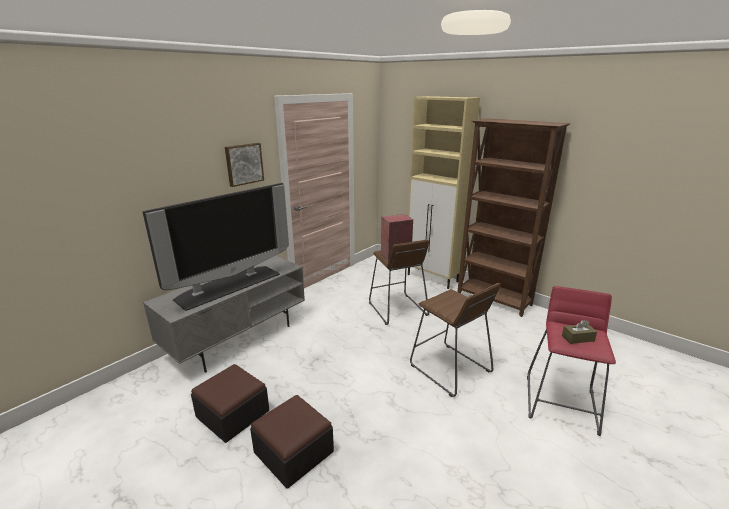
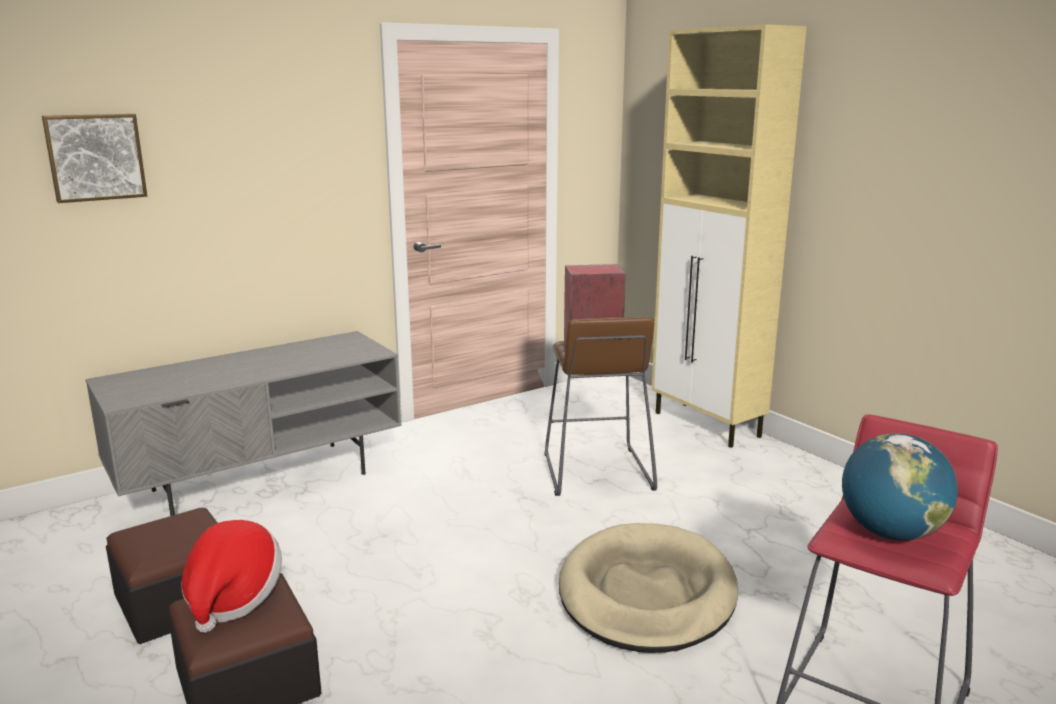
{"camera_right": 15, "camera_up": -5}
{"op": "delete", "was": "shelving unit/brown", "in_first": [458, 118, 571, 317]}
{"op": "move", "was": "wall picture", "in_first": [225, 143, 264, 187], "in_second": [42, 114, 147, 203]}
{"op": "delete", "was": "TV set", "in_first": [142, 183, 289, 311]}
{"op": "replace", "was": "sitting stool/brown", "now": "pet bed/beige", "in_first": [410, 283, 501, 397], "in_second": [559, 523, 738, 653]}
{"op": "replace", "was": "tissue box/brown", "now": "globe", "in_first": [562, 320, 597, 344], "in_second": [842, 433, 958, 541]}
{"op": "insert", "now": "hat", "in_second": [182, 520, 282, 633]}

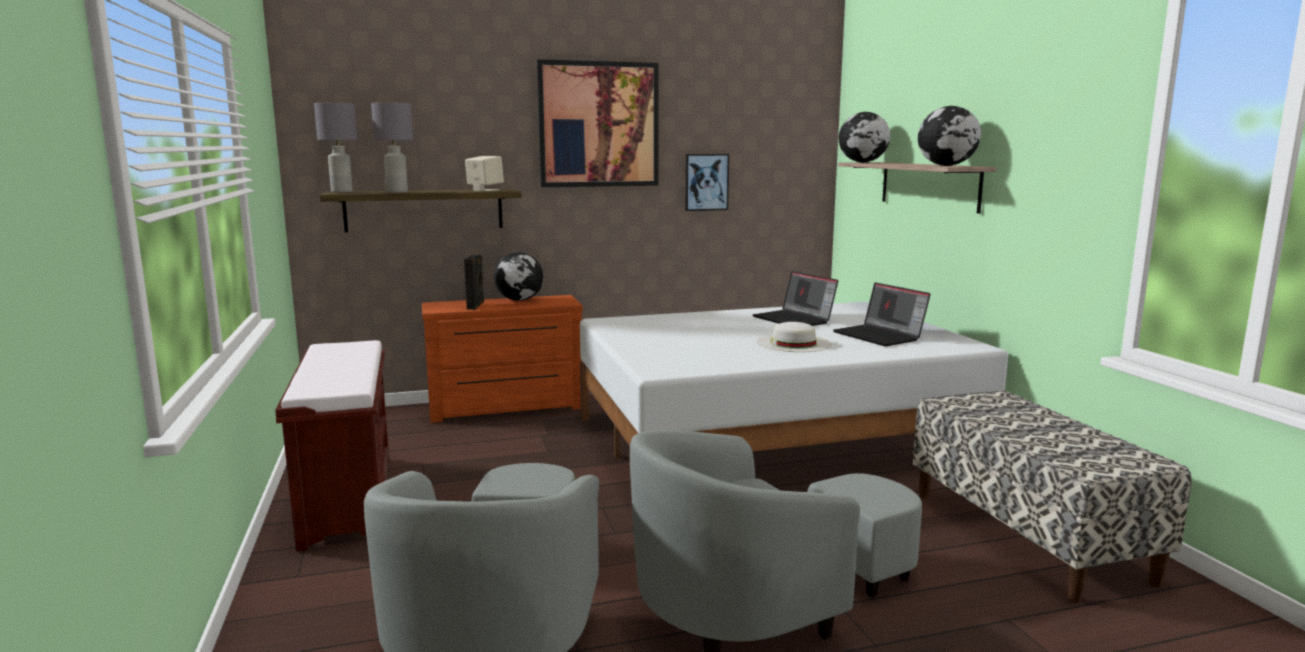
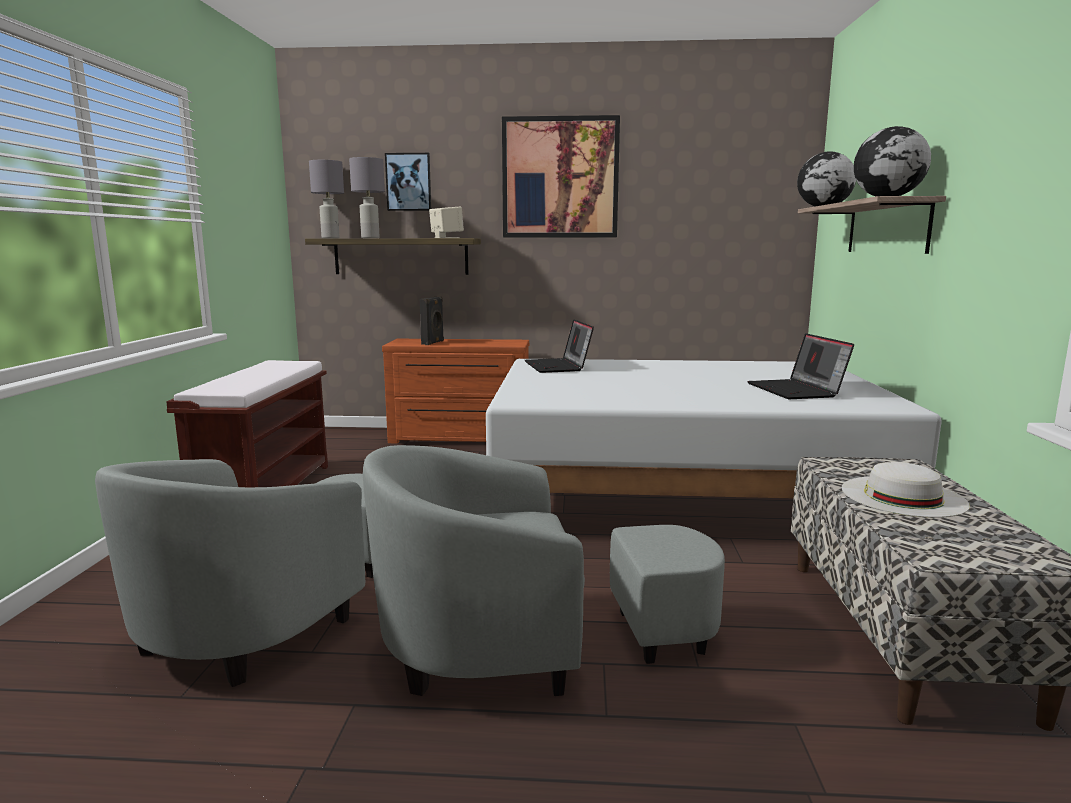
{"camera_right": 20, "camera_up": 0}
{"op": "move", "was": "wall picture", "in_first": [685, 154, 729, 211], "in_second": [385, 153, 431, 211]}
{"op": "delete", "was": "globe", "in_first": [494, 252, 544, 301]}
{"op": "move", "was": "portable computer", "in_first": [753, 271, 838, 326], "in_second": [525, 319, 594, 373]}
{"op": "move", "was": "hat/white-coloured", "in_first": [757, 322, 832, 352], "in_second": [842, 462, 970, 518]}

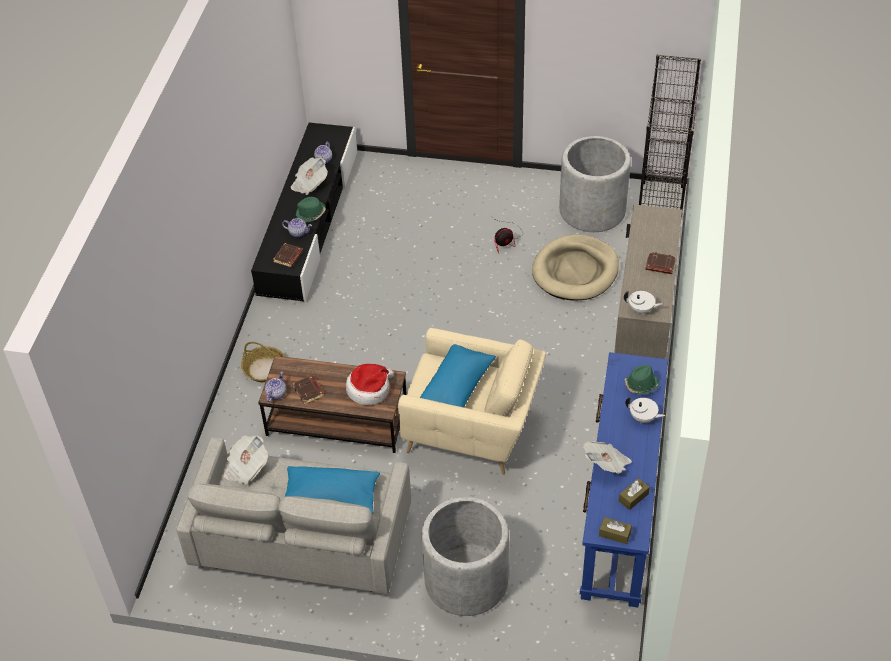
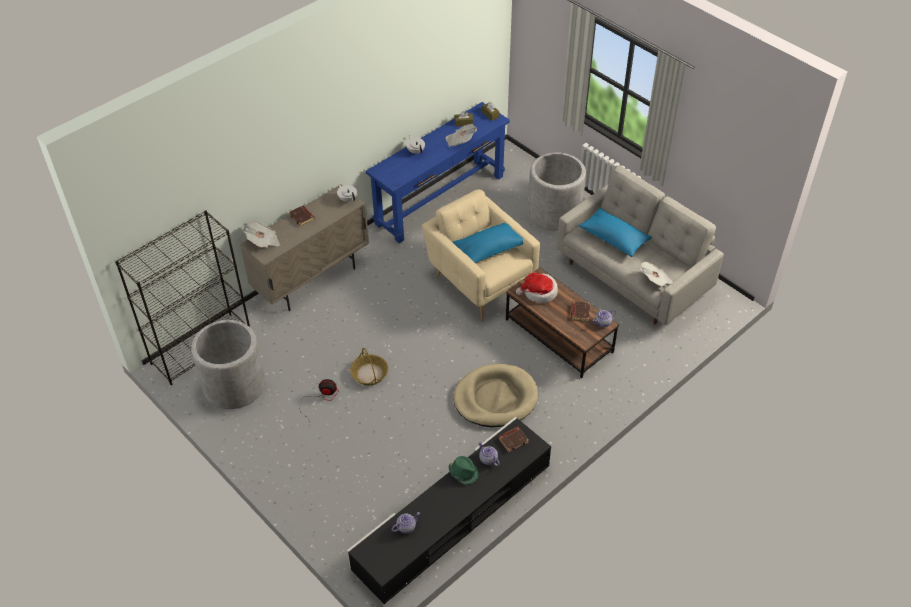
{"camera_right": -145, "camera_up": 0}
{"op": "move", "was": "daily paper", "in_first": [291, 158, 328, 195], "in_second": [242, 221, 280, 248]}
{"op": "move", "was": "pet bed/beige", "in_first": [532, 235, 619, 300], "in_second": [453, 364, 538, 427]}
{"op": "move", "was": "household basket", "in_first": [241, 342, 285, 382], "in_second": [350, 348, 388, 385]}
{"op": "delete", "was": "hat/greenish", "in_first": [624, 365, 660, 394]}

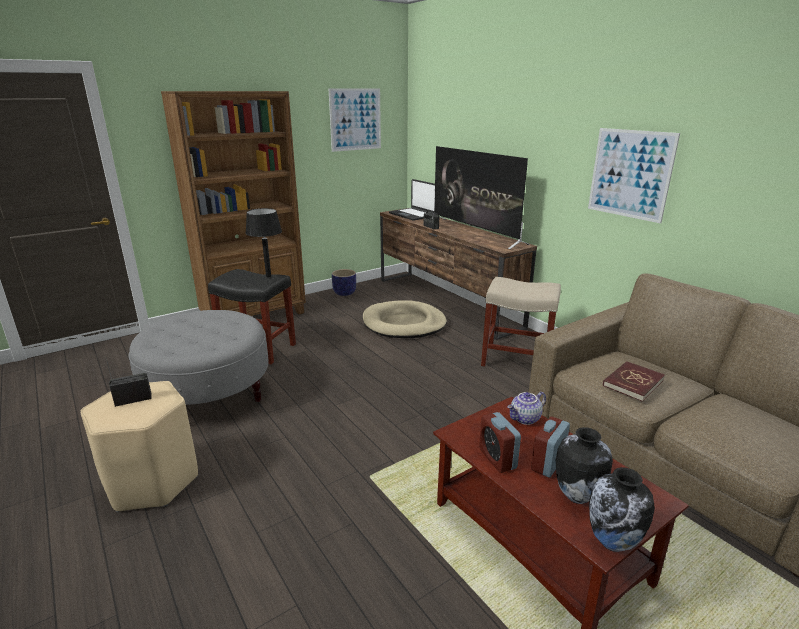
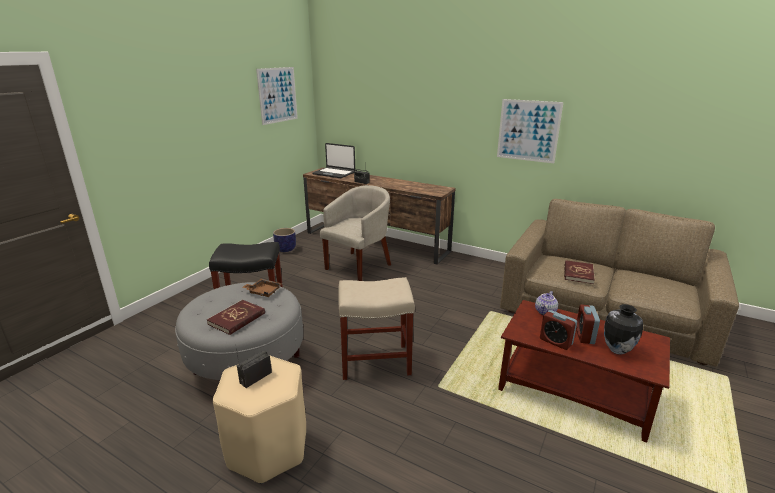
{"camera_right": -25, "camera_up": 0}
{"op": "delete", "was": "shelving unit/brown", "in_first": [161, 91, 306, 316]}
{"op": "delete", "was": "TV set", "in_first": [434, 146, 530, 249]}
{"op": "delete", "was": "tabletop lamp/black", "in_first": [245, 208, 282, 277]}
{"op": "move", "was": "sitting stool/beige", "in_first": [481, 277, 561, 367], "in_second": [338, 277, 415, 380]}
{"op": "replace", "was": "pet bed/beige", "now": "easy chair/beige", "in_first": [363, 300, 447, 338], "in_second": [320, 185, 391, 281]}
{"op": "delete", "was": "flower vase", "in_first": [589, 467, 655, 552]}
{"op": "insert", "now": "carrying tray/brown", "in_second": [243, 279, 282, 297]}
{"op": "insert", "now": "book/reddish", "in_second": [207, 300, 265, 335]}

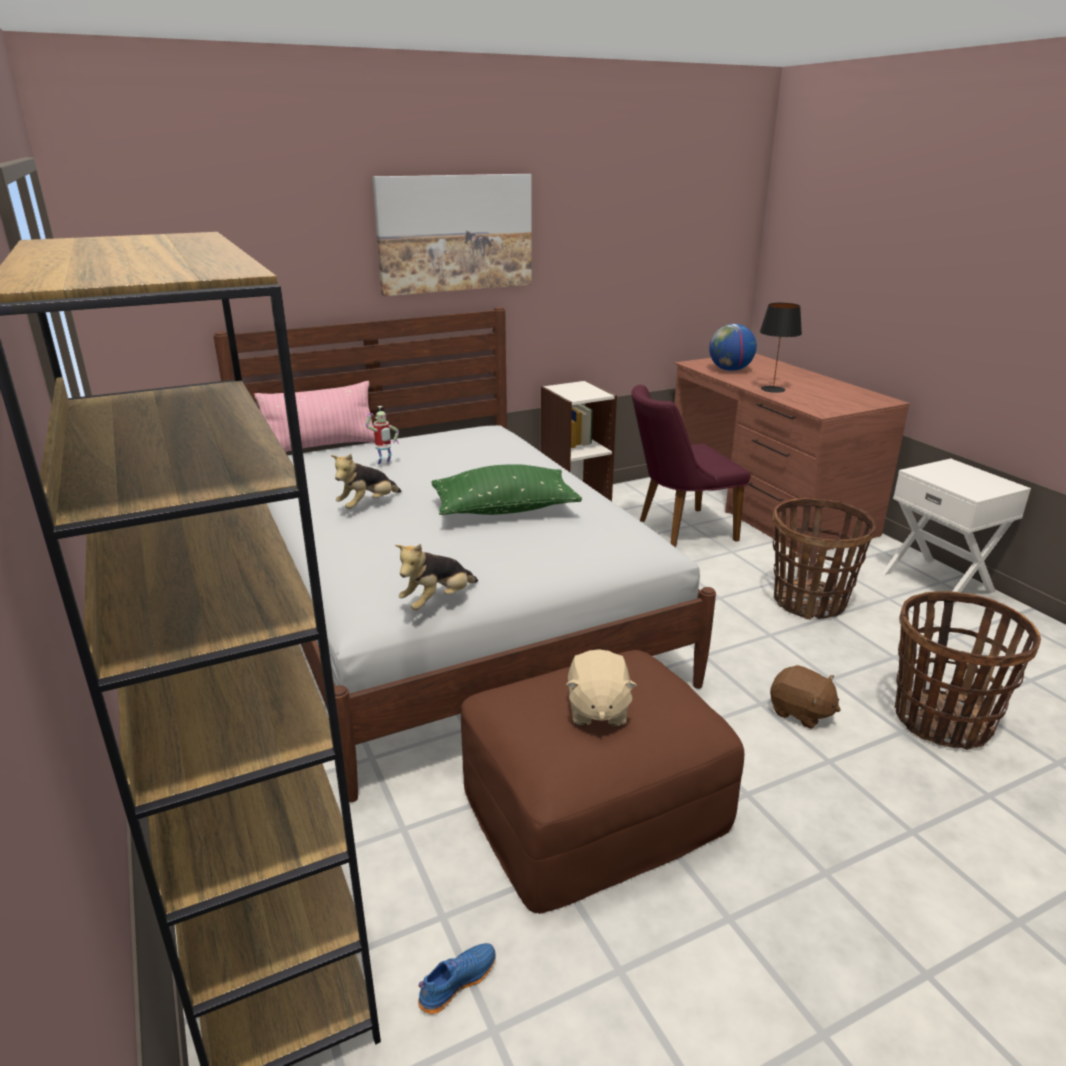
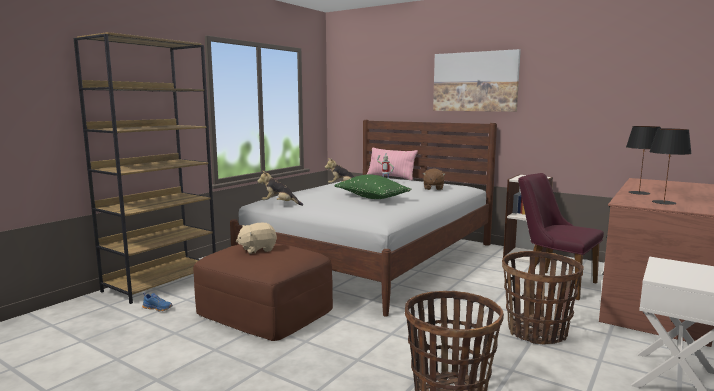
{"camera_right": 60, "camera_up": -15}
{"op": "delete", "was": "globe", "in_first": [709, 324, 757, 371]}
{"op": "move", "was": "plush toy/brown", "in_first": [770, 665, 841, 729], "in_second": [422, 168, 445, 190]}
{"op": "insert", "now": "tabletop lamp/black", "in_second": [649, 128, 692, 205]}

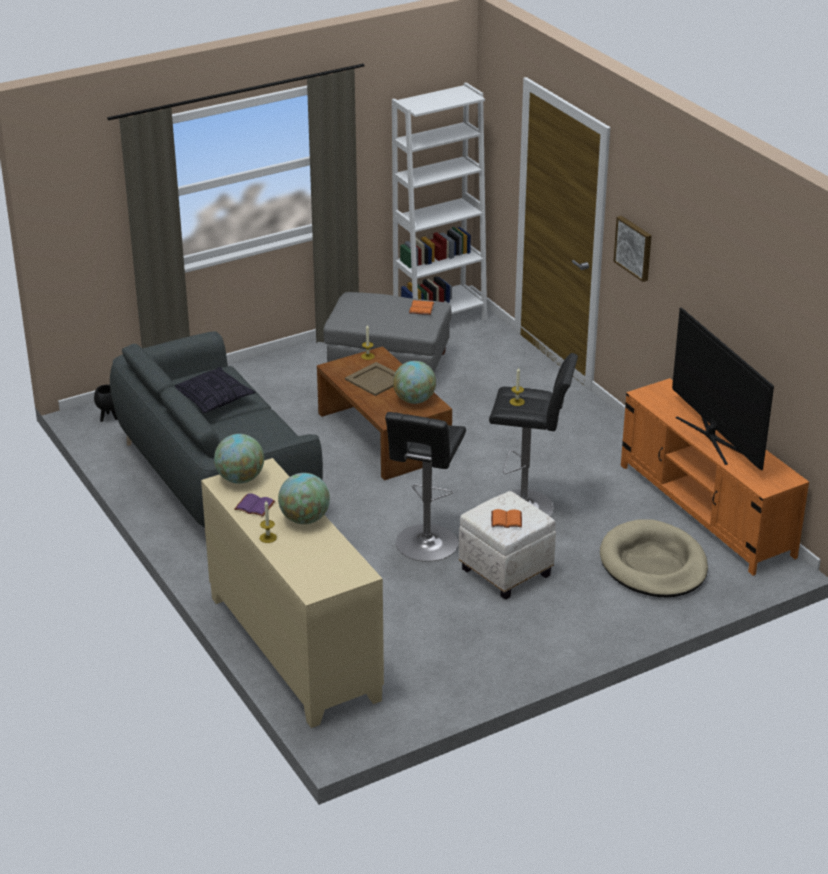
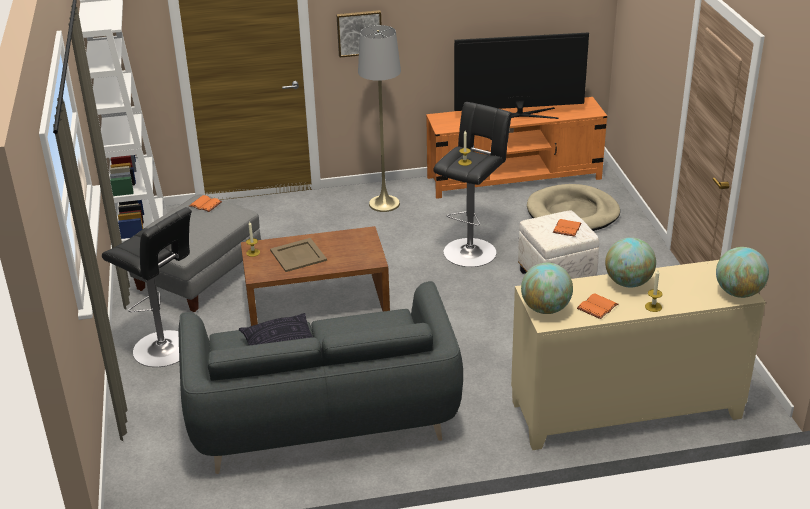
{"camera_right": -70, "camera_up": 0}
{"op": "move", "was": "globe", "in_first": [393, 361, 436, 404], "in_second": [716, 247, 769, 298]}
{"op": "delete", "was": "flower pot/black", "in_first": [94, 385, 118, 422]}
{"op": "move", "was": "sitting stool/black", "in_first": [385, 412, 466, 562], "in_second": [102, 207, 192, 367]}
{"op": "recolor", "was": "book/purplish", "now": "book/orange-coloured", "in_first": [234, 493, 275, 517], "in_second": [577, 293, 618, 319]}
{"op": "insert", "now": "floor lamp/grey", "in_second": [358, 25, 401, 212]}

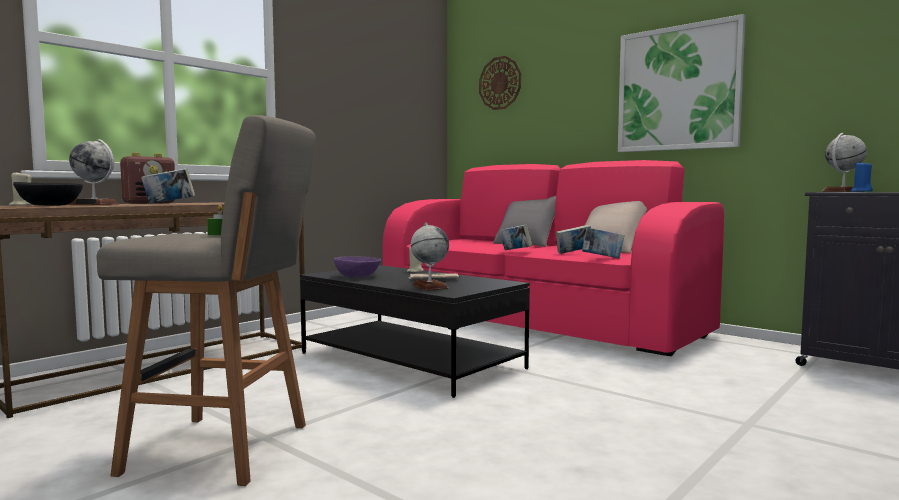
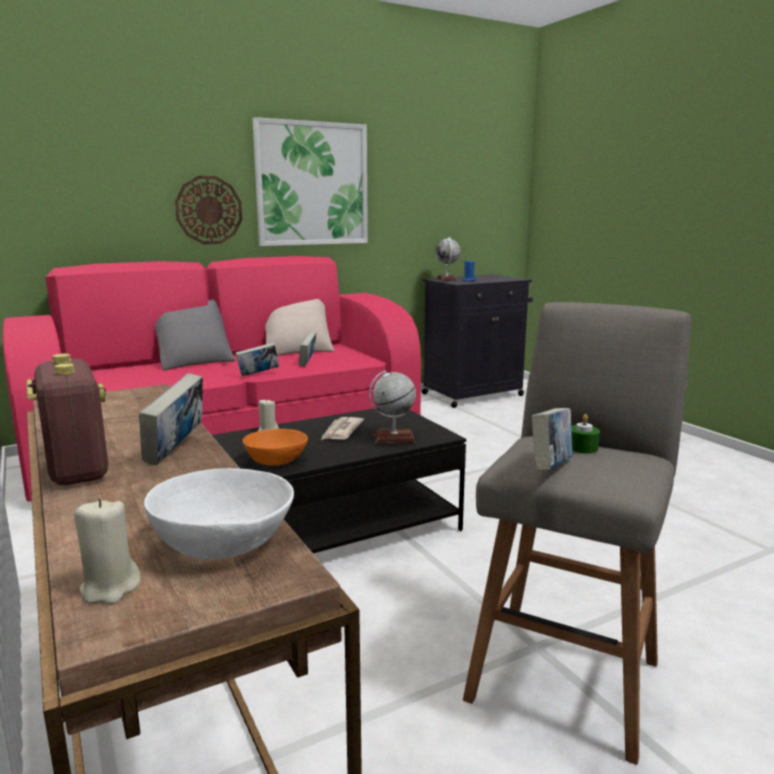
{"camera_right": -70, "camera_up": 10}
{"op": "move", "was": "wall clock", "in_first": [479, 56, 521, 110], "in_second": [175, 176, 242, 244]}
{"op": "delete", "was": "globe", "in_first": [69, 139, 119, 205]}
{"op": "recolor", "was": "bowl/black", "now": "bowl/white-coloured", "in_first": [13, 182, 83, 206], "in_second": [144, 468, 294, 560]}
{"op": "move", "was": "book", "in_first": [582, 227, 625, 258], "in_second": [532, 408, 573, 471]}
{"op": "recolor", "was": "bowl/purplish", "now": "bowl/orange-coloured", "in_first": [334, 256, 381, 277], "in_second": [243, 429, 308, 466]}

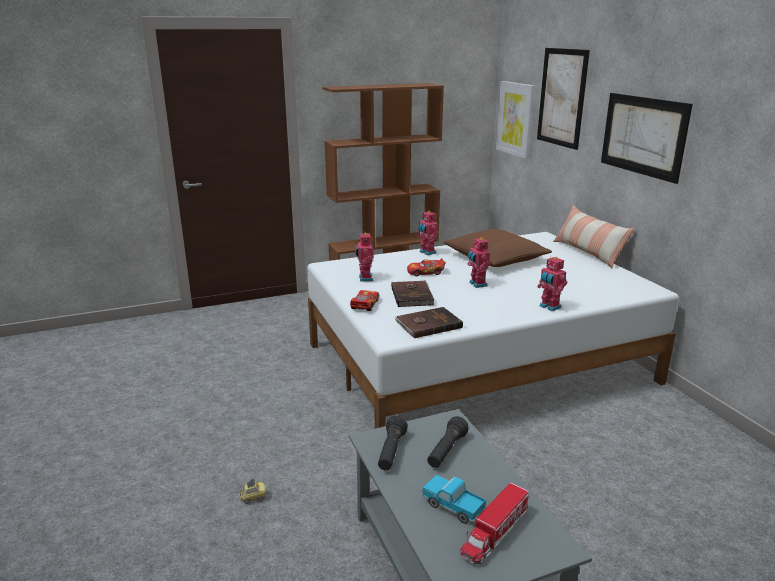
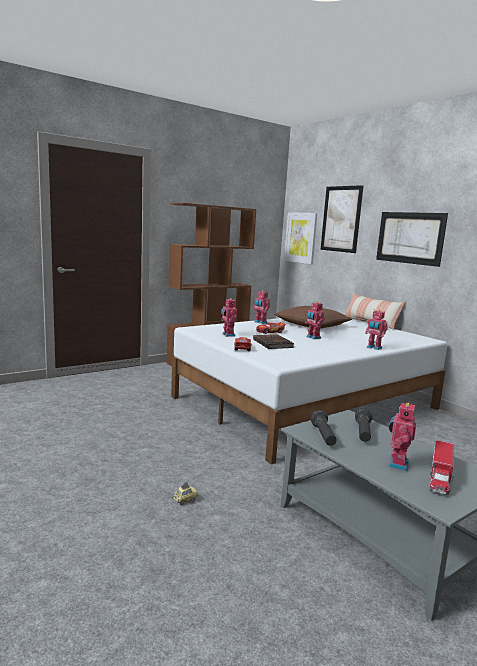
{"camera_right": -15, "camera_up": -10}
{"op": "delete", "was": "book/brown", "in_first": [395, 307, 463, 338]}
{"op": "replace", "was": "toy lorry", "now": "model robot", "in_first": [422, 475, 486, 524], "in_second": [389, 401, 416, 471]}

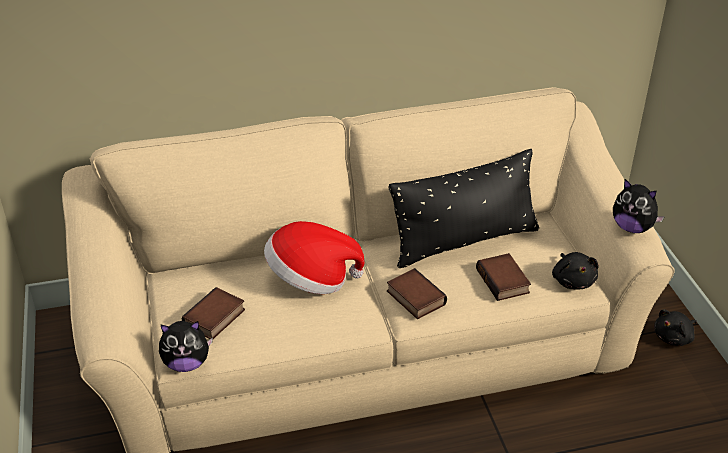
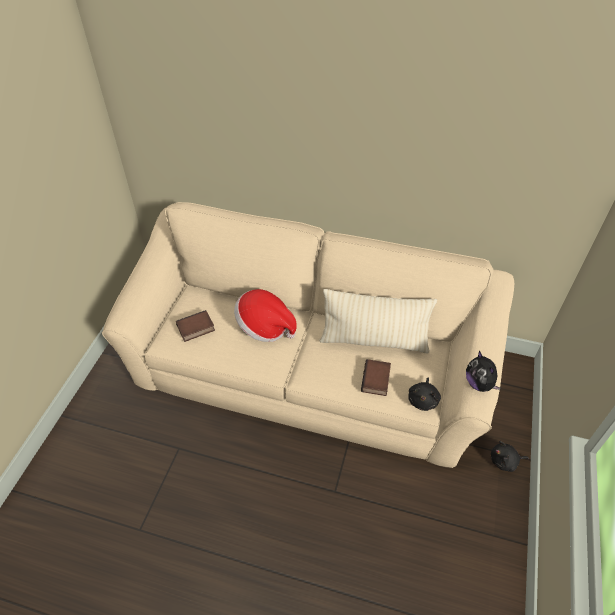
{"camera_right": 30, "camera_up": 10}
{"op": "recolor", "was": "pillow/black", "now": "pillow/beige", "in_first": [389, 149, 540, 268], "in_second": [319, 289, 437, 354]}
{"op": "delete", "was": "book", "in_first": [387, 268, 447, 319]}
{"op": "delete", "was": "plush toy", "in_first": [159, 321, 213, 372]}

